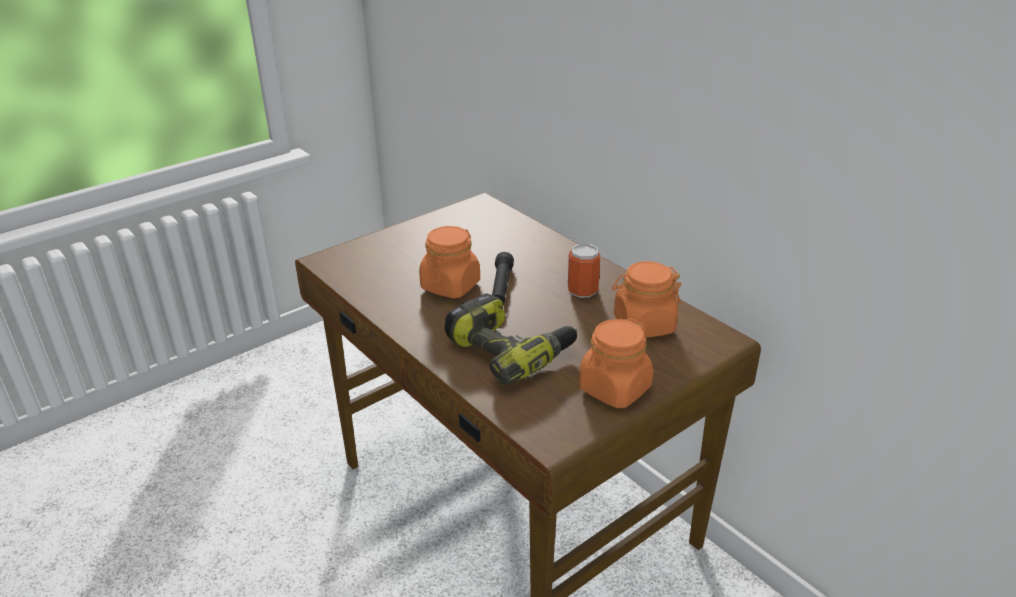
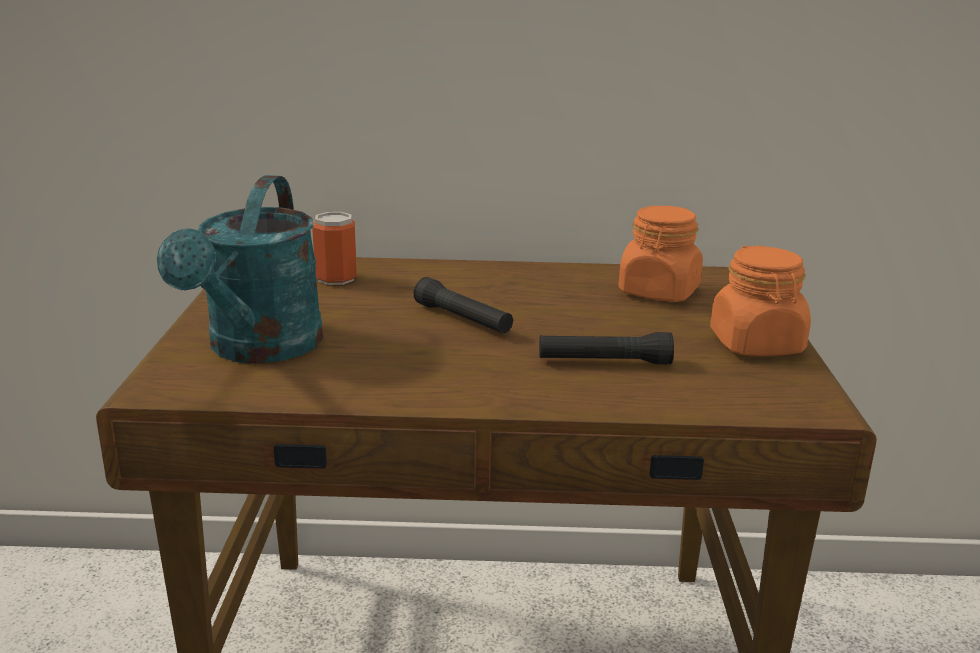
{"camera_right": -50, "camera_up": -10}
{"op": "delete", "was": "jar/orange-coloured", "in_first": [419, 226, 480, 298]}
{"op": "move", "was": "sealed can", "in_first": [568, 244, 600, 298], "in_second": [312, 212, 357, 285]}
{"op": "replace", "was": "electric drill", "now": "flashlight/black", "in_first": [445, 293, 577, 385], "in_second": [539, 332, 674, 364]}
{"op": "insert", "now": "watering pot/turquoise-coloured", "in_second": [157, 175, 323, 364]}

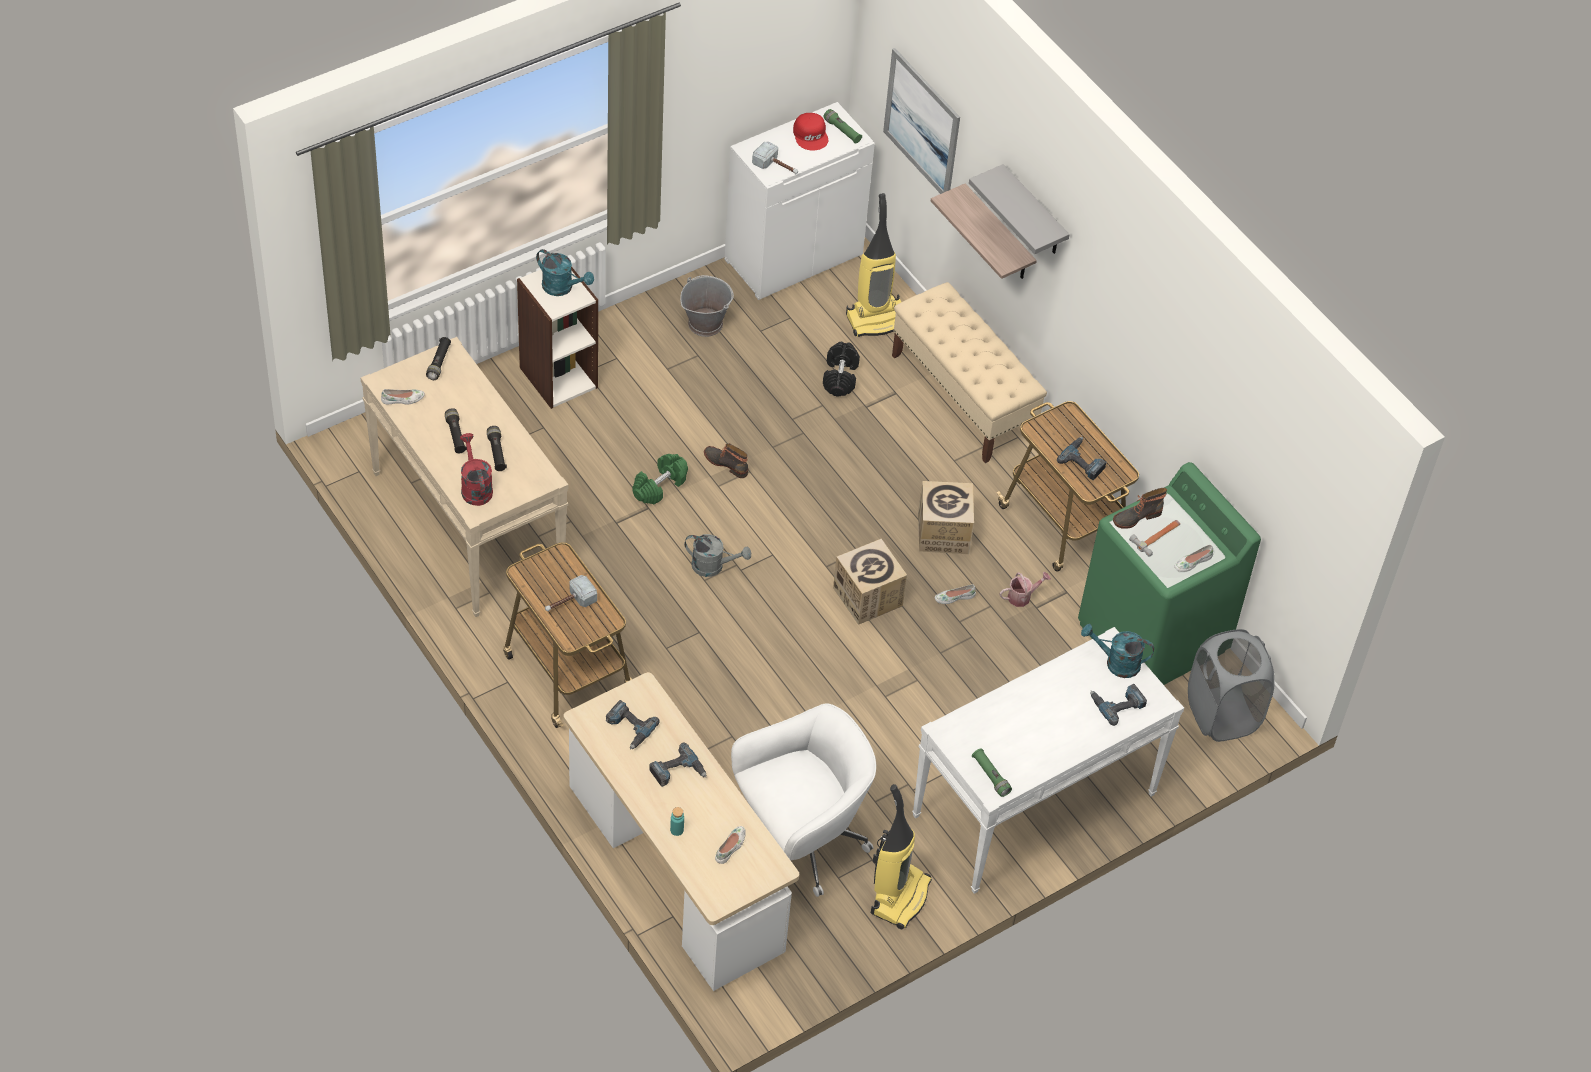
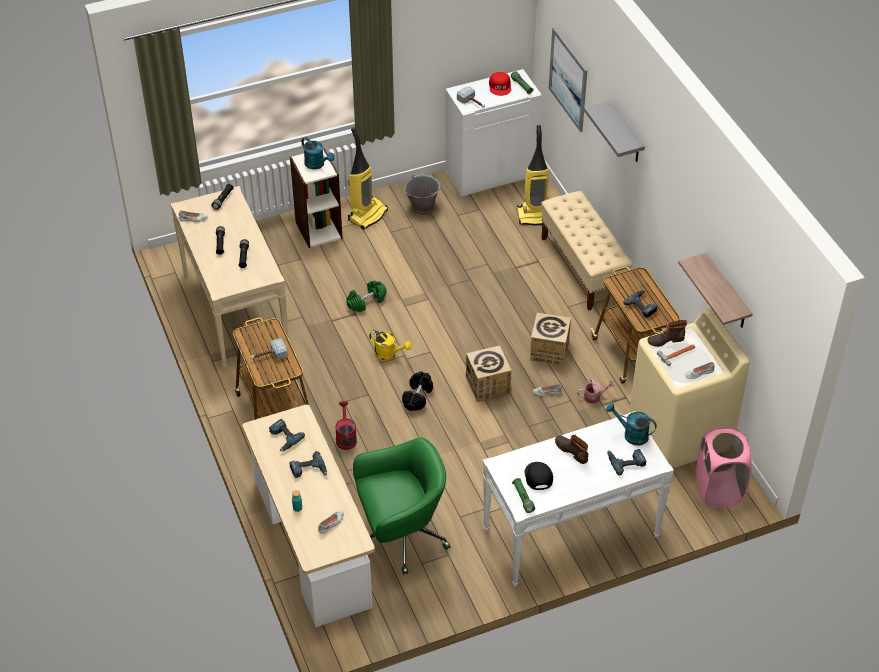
{"camera_right": 15, "camera_up": -5}
{"op": "move", "was": "bracket shelf", "in_first": [931, 183, 1037, 279], "in_second": [678, 253, 753, 328]}
{"op": "move", "was": "free weight/black", "in_first": [823, 342, 860, 396], "in_second": [402, 371, 433, 411]}
{"op": "move", "was": "watering pot/reddish", "in_first": [460, 433, 493, 506], "in_second": [335, 401, 357, 450]}
{"op": "move", "was": "high-top boot", "in_first": [704, 443, 748, 478], "in_second": [555, 435, 588, 464]}
{"op": "recolor", "was": "laundry appliance/greenish", "now": "laundry appliance/beige", "in_first": [1078, 462, 1261, 685], "in_second": [629, 307, 750, 468]}
{"op": "recolor", "was": "watering pot/grey", "now": "watering pot/yellow-coloured", "in_first": [684, 534, 751, 577], "in_second": [369, 330, 412, 361]}
{"op": "recolor", "was": "hamper/grey", "now": "hamper/pinkish", "in_first": [1188, 629, 1275, 742], "in_second": [696, 427, 752, 508]}
{"op": "recolor", "was": "computer chair/white-coloured", "now": "computer chair/greenish", "in_first": [731, 703, 876, 897], "in_second": [353, 437, 451, 574]}
{"op": "move", "was": "hoover", "in_first": [871, 784, 932, 929], "in_second": [348, 127, 388, 230]}
{"op": "insert", "now": "peaked cap/black", "in_second": [525, 462, 553, 490]}

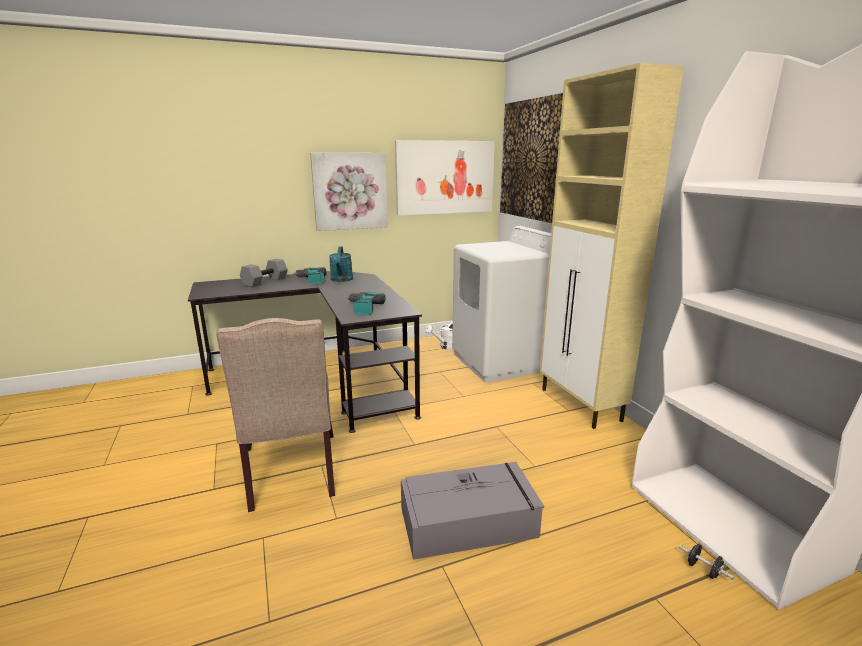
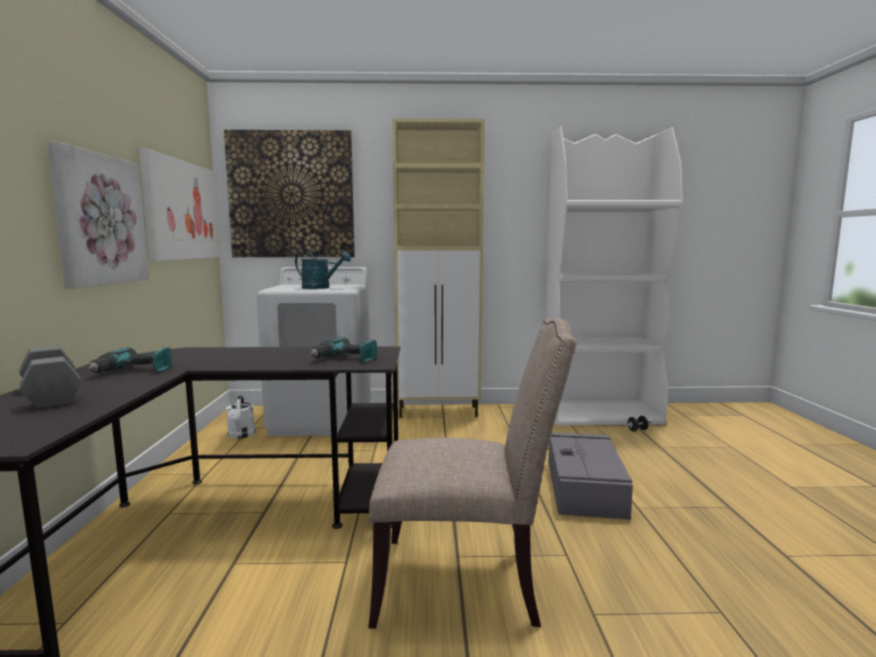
{"camera_right": -70, "camera_up": -10}
{"op": "move", "was": "watering pot/turquoise-coloured", "in_first": [329, 246, 353, 282], "in_second": [295, 251, 351, 289]}

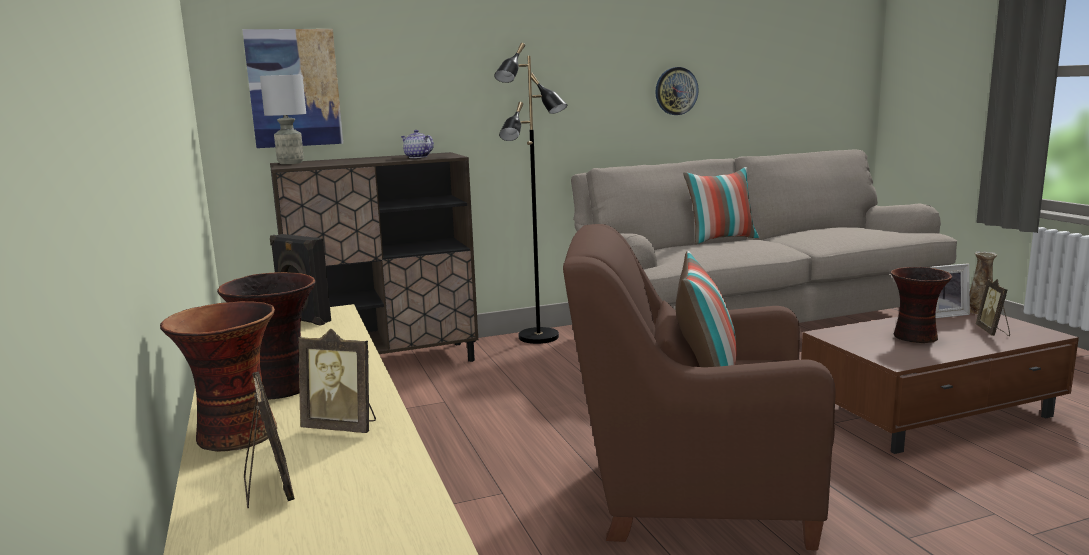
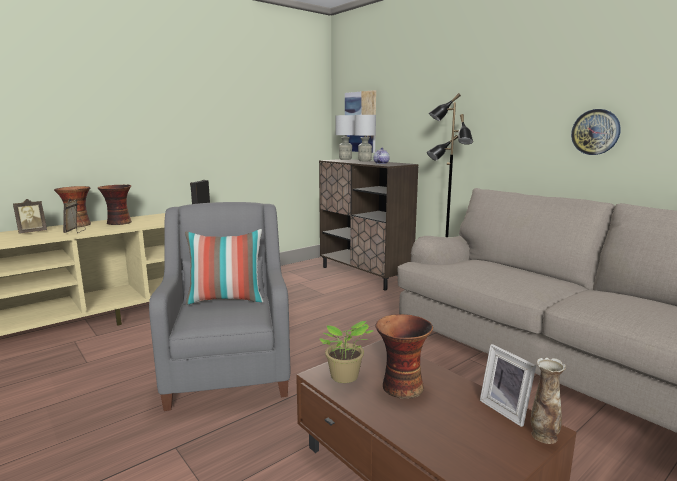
{"camera_right": 70, "camera_up": 0}
{"op": "delete", "was": "pillow", "in_first": [683, 167, 759, 244]}
{"op": "recolor", "was": "easy chair/brown", "now": "easy chair/grey", "in_first": [563, 224, 836, 550], "in_second": [149, 202, 291, 411]}
{"op": "delete", "was": "standing frame", "in_first": [975, 279, 1010, 336]}
{"op": "insert", "now": "tabletop lamp/grey", "in_second": [355, 115, 376, 161]}
{"op": "insert", "now": "plant in a pot", "in_second": [319, 321, 373, 383]}

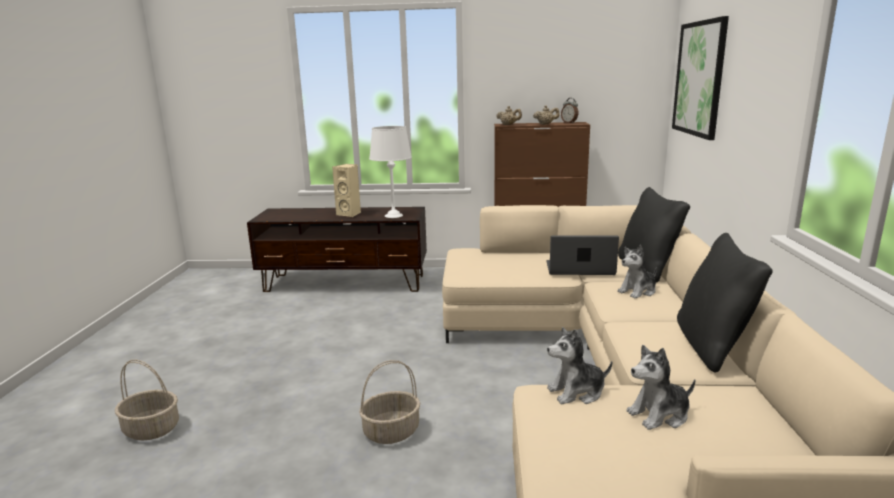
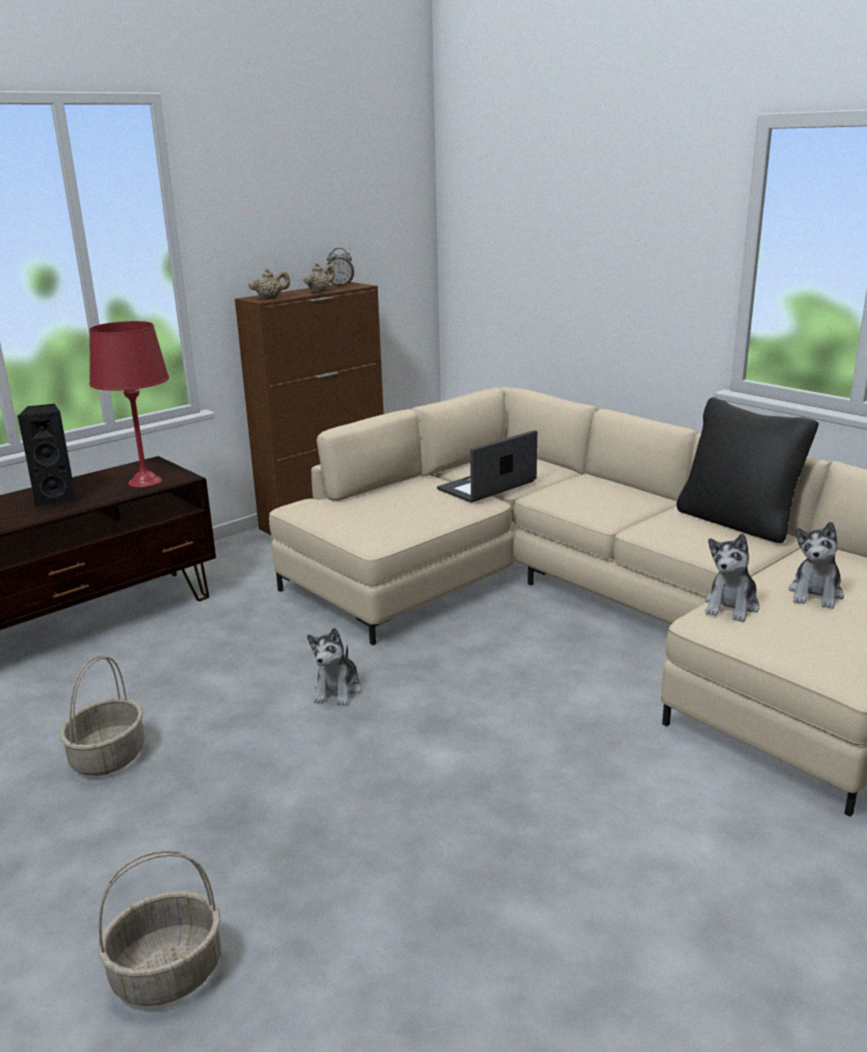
{"camera_right": -45, "camera_up": 5}
{"op": "delete", "was": "wall picture", "in_first": [672, 16, 729, 140]}
{"op": "recolor", "was": "tabletop lamp/white-coloured", "now": "tabletop lamp/reddish", "in_first": [369, 126, 412, 218], "in_second": [89, 321, 169, 488]}
{"op": "recolor", "was": "loudspeaker/beige", "now": "loudspeaker/black", "in_first": [332, 164, 361, 217], "in_second": [17, 404, 77, 507]}
{"op": "delete", "was": "pillow/black", "in_first": [618, 187, 690, 283]}
{"op": "move", "was": "plush toy", "in_first": [617, 245, 657, 298], "in_second": [307, 628, 361, 706]}
{"op": "move", "was": "household basket", "in_first": [359, 360, 420, 444], "in_second": [60, 656, 145, 776]}

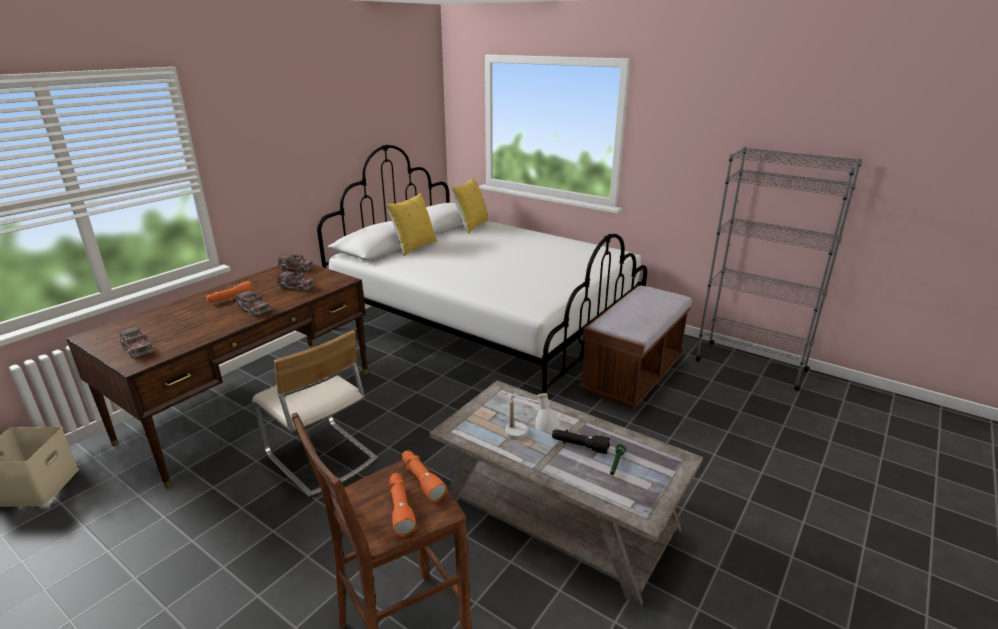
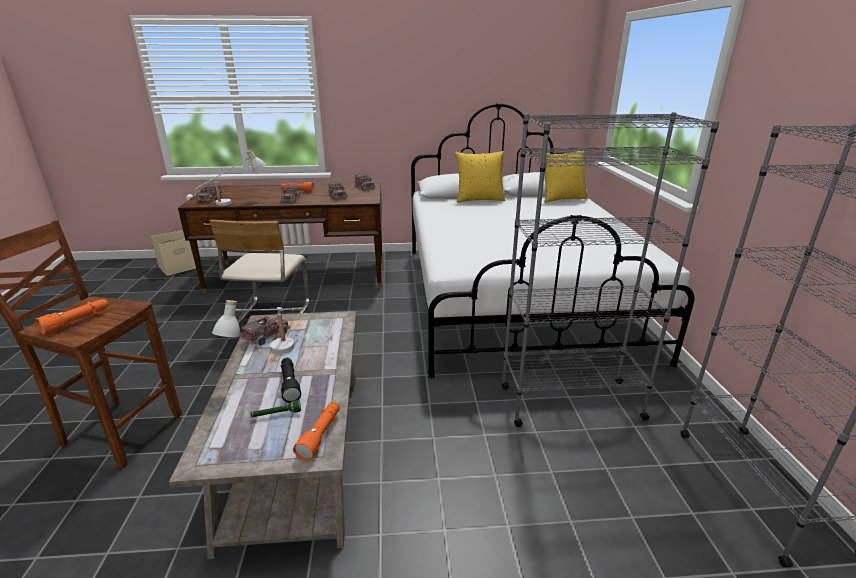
{"camera_right": 50, "camera_up": 0}
{"op": "replace", "was": "bench/brown", "now": "shelving unit/grey", "in_first": [579, 285, 692, 409], "in_second": [501, 112, 720, 427]}
{"op": "move", "was": "flashlight/orange-coloured", "in_first": [402, 451, 447, 503], "in_second": [293, 402, 340, 460]}
{"op": "insert", "now": "tabletop lamp/white-coloured", "in_second": [195, 150, 266, 206]}
{"op": "insert", "now": "toy lorry", "in_second": [241, 316, 290, 345]}

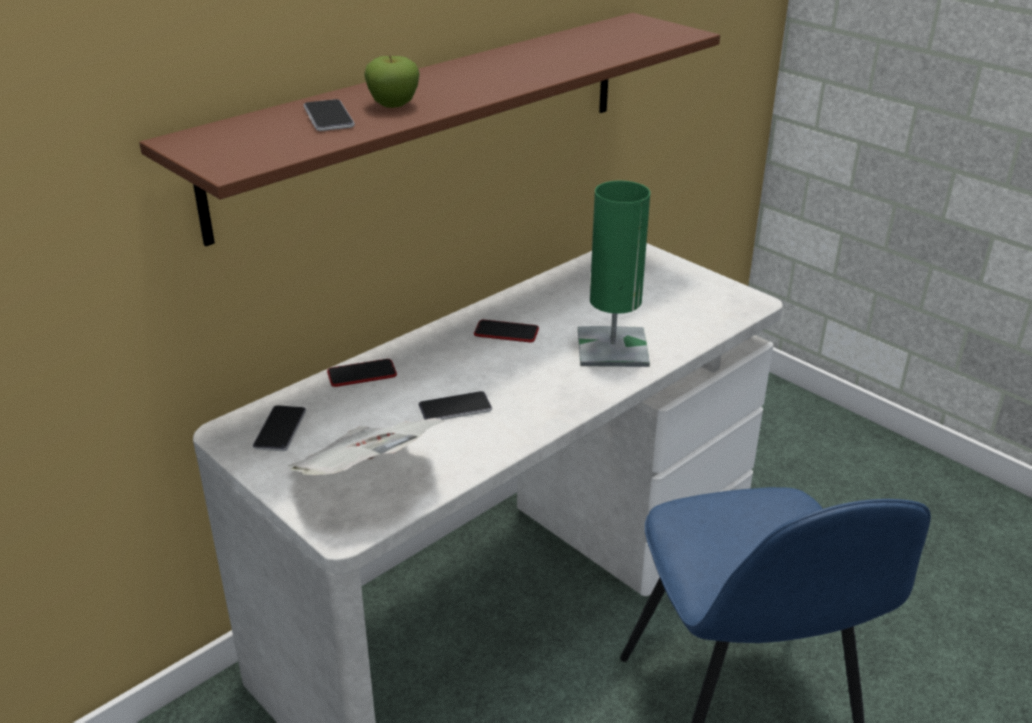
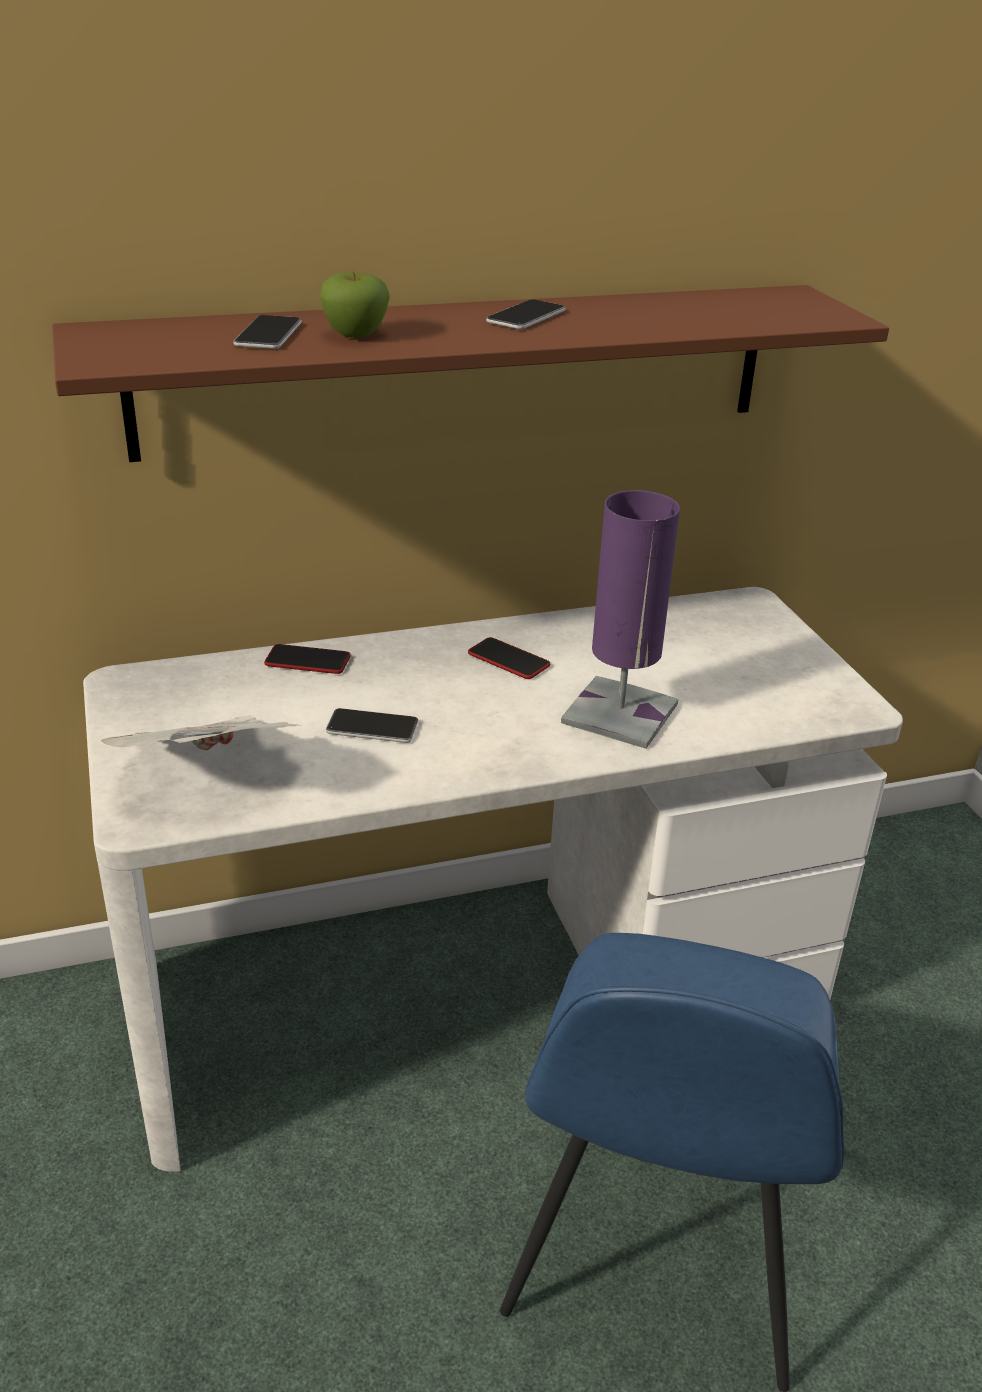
{"camera_right": 25, "camera_up": 0}
{"op": "recolor", "was": "tabletop lamp/greenish", "now": "tabletop lamp/purplish", "in_first": [578, 180, 650, 367], "in_second": [561, 490, 680, 749]}
{"op": "move", "was": "telephone", "in_first": [253, 405, 306, 451], "in_second": [486, 299, 565, 329]}

